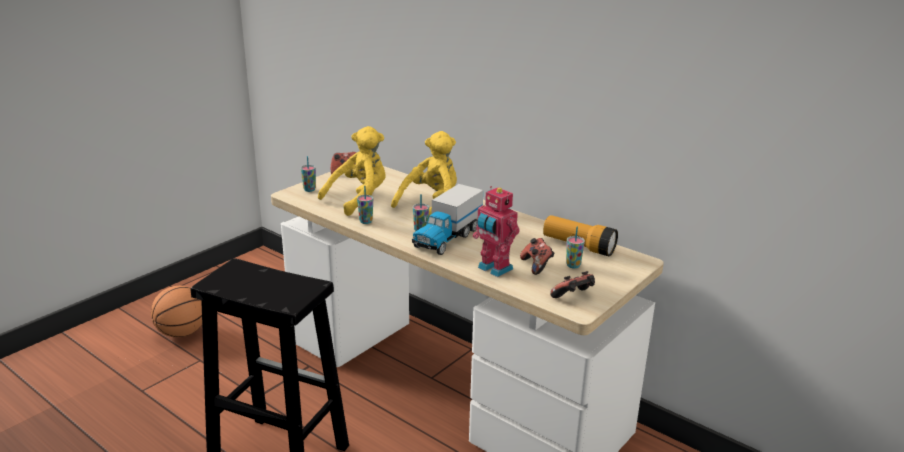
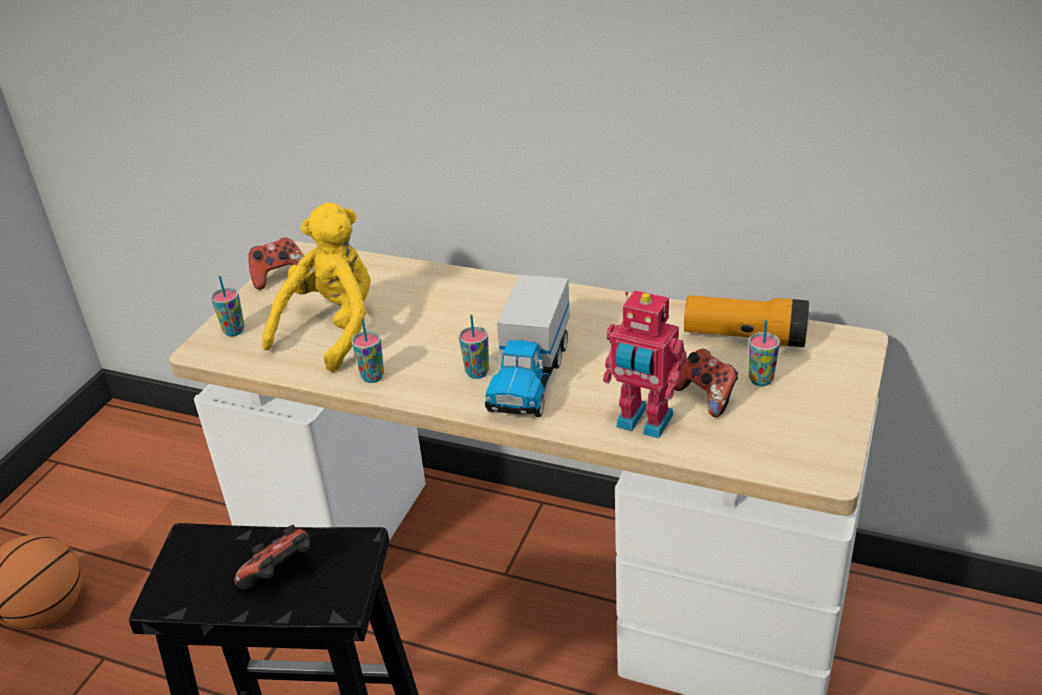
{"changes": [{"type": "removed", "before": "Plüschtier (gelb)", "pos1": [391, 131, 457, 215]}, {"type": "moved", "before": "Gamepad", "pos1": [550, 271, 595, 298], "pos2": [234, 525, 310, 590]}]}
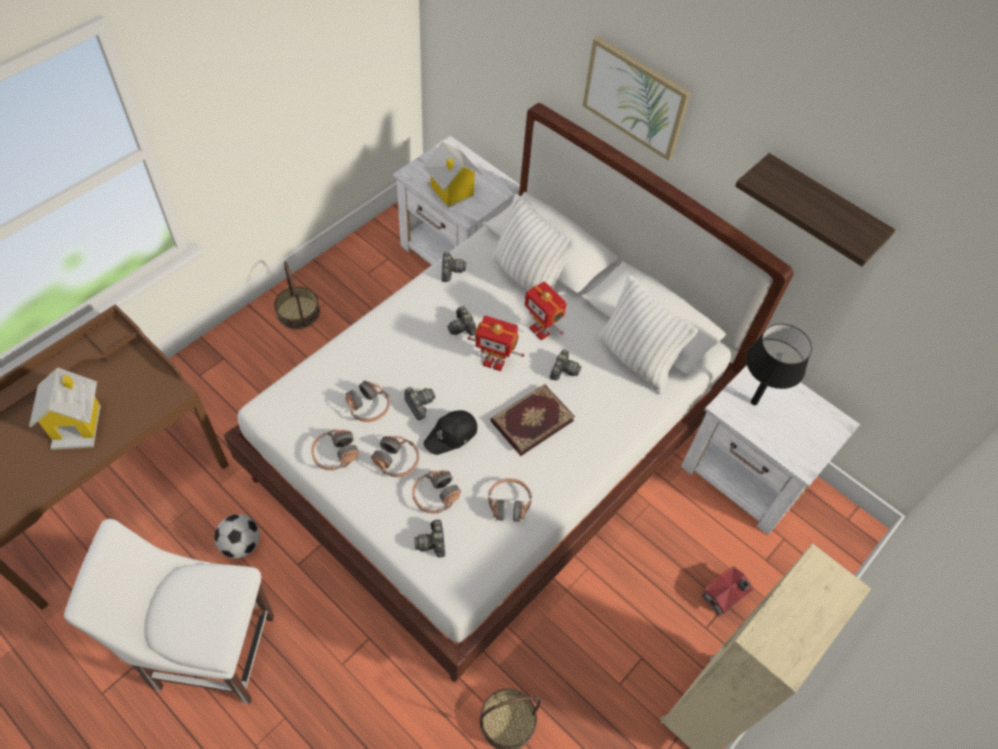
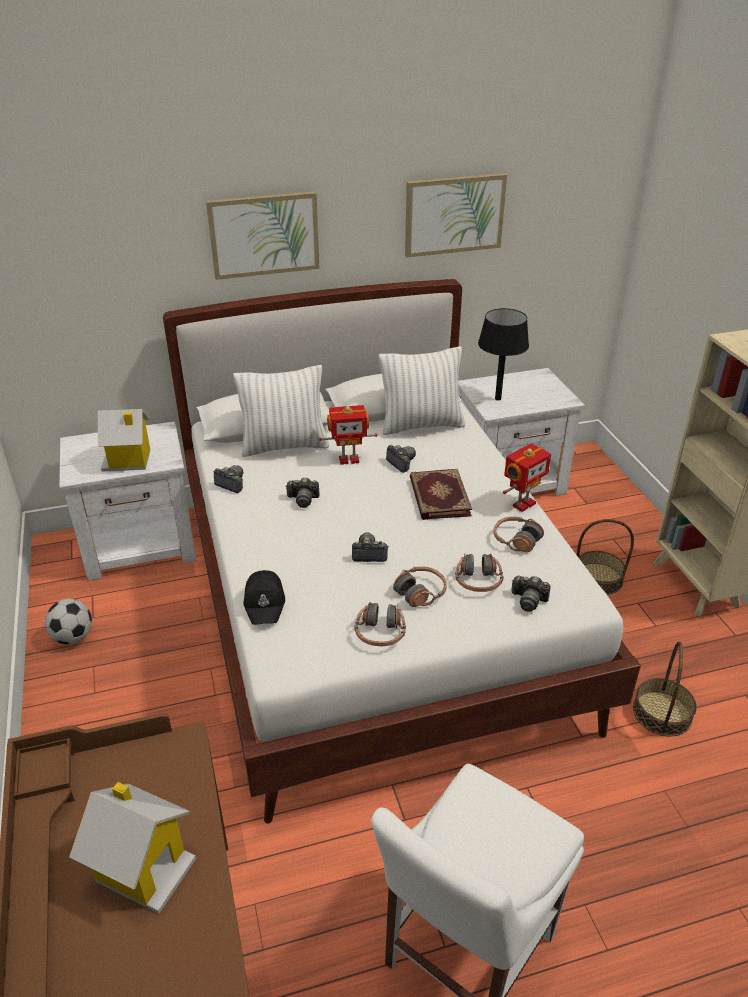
{"changes": [{"type": "moved", "before": "Fußball", "pos1": [214, 514, 260, 558], "pos2": [45, 599, 92, 644]}, {"type": "moved", "before": "Korb", "pos1": [274, 261, 320, 329], "pos2": [577, 519, 634, 595]}, {"type": "removed", "before": "Kopfhörer", "pos1": [345, 380, 390, 422]}, {"type": "moved", "before": "Kappe (schwarz)", "pos1": [424, 410, 477, 455], "pos2": [244, 570, 285, 625]}, {"type": "moved", "before": "Spielzeugroboter", "pos1": [468, 315, 525, 371], "pos2": [503, 443, 551, 512]}, {"type": "removed", "before": "Spielzeughaus", "pos1": [702, 566, 754, 616]}, {"type": "replaced", "before": "Wandregal", "after": "Bild", "pos1": [735, 153, 895, 266], "pos2": [405, 173, 507, 257]}]}
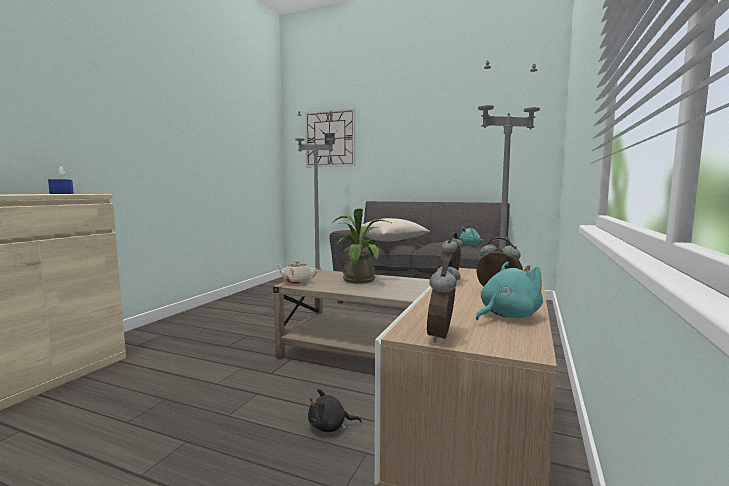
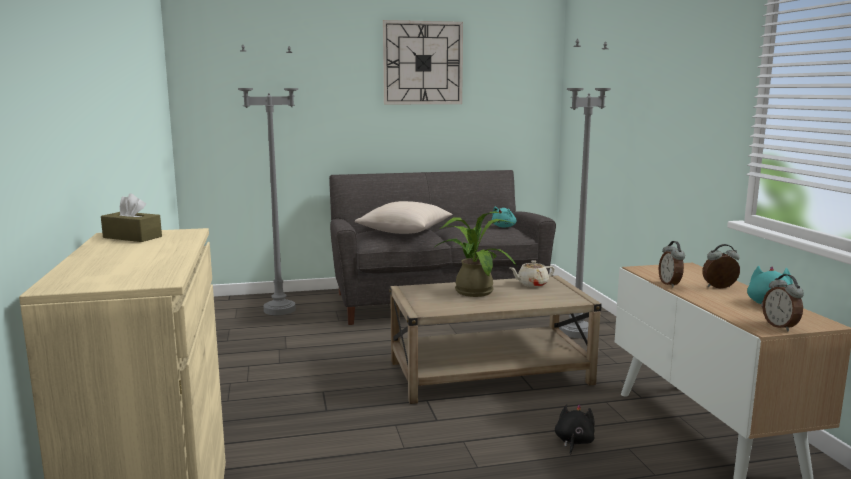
{"changes": [{"type": "recoloured", "before": "Taschentuchbox (blau)", "after": "Taschentuchbox (braun)", "pos1": [48, 166, 74, 194], "pos2": [101, 193, 162, 242]}, {"type": "moved", "before": "Teekanne (beige)", "pos1": [276, 261, 317, 284], "pos2": [510, 260, 555, 287]}, {"type": "moved", "before": "Wanduhr", "pos1": [305, 108, 355, 167], "pos2": [383, 20, 463, 105]}, {"type": "turned", "before": "Plüschtier (schwarz)", "pos1": [308, 389, 362, 432], "pos2": [555, 404, 594, 455], "turn": 150}]}
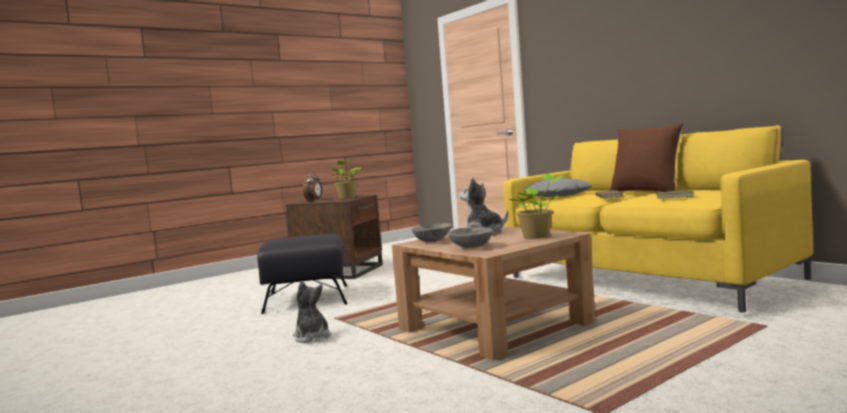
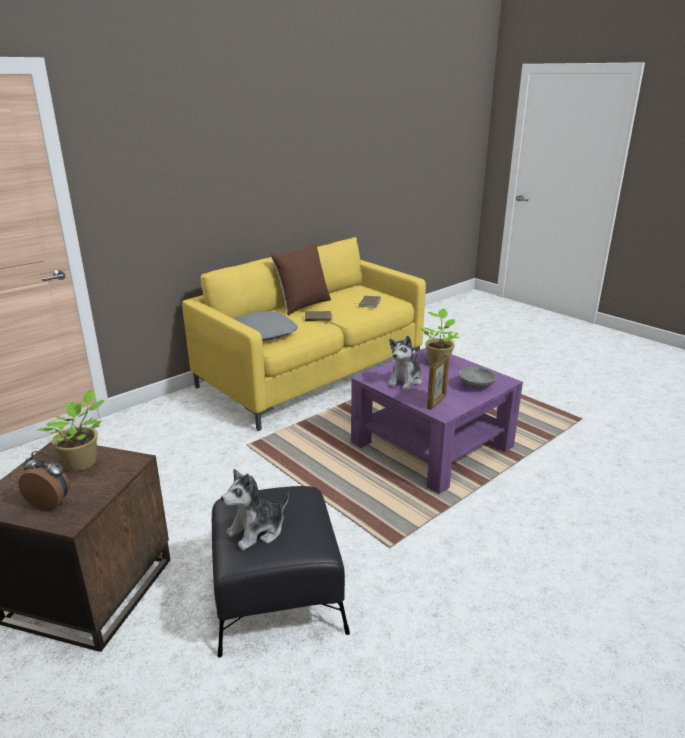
{"changes": [{"type": "moved", "before": "Plüschtier", "pos1": [293, 281, 331, 343], "pos2": [221, 469, 289, 550]}, {"type": "recoloured", "before": "Couchtisch (braun)", "after": "Couchtisch (lila)", "pos1": [392, 226, 595, 361], "pos2": [351, 348, 523, 494]}, {"type": "replaced", "before": "Schüssel (grau)", "after": "Bilderrahmen", "pos1": [412, 223, 452, 242], "pos2": [427, 354, 449, 410]}]}
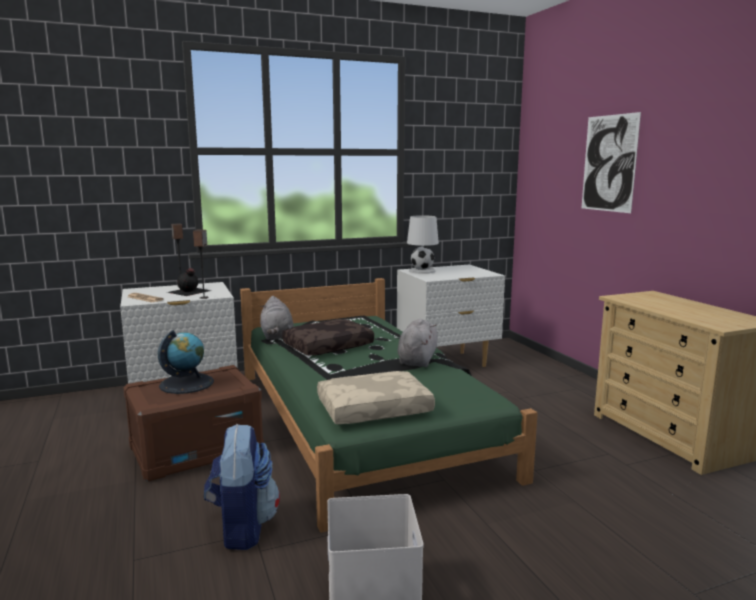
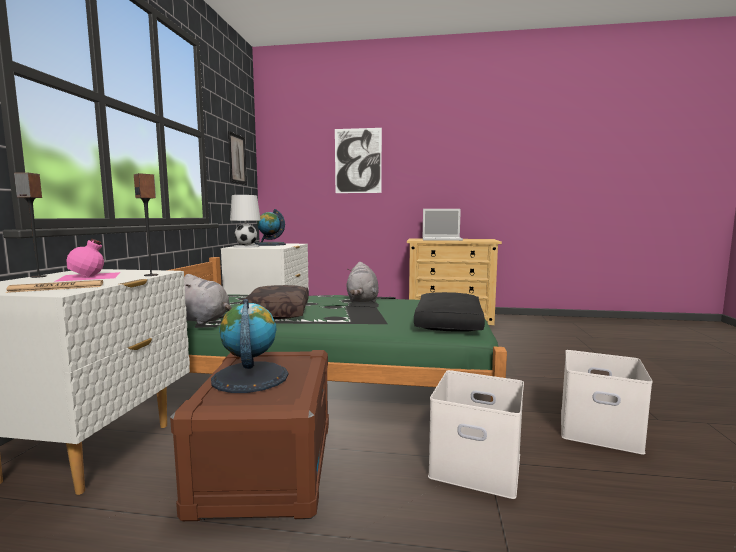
{"changes": [{"type": "recoloured", "before": "Flasche (schwarz)", "after": "Flasche (rosa)", "pos1": [167, 268, 211, 296], "pos2": [54, 239, 120, 282]}, {"type": "replaced", "before": "Rucksack", "after": "Aufbewahrungsbox (weiß)", "pos1": [204, 424, 280, 550], "pos2": [428, 370, 524, 499]}, {"type": "recoloured", "before": "Kissen (beige)", "after": "Kissen (schwarz)", "pos1": [317, 371, 435, 424], "pos2": [414, 292, 485, 332]}, {"type": "turned", "before": "Plüschtier (grau)", "pos1": [397, 319, 438, 367], "pos2": [347, 262, 379, 303], "turn": -135}, {"type": "added", "after": "Bild", "pos2": [228, 131, 247, 185]}, {"type": "added", "after": "Globus", "pos2": [253, 209, 286, 246]}, {"type": "added", "after": "Laptop", "pos2": [423, 209, 463, 241]}]}
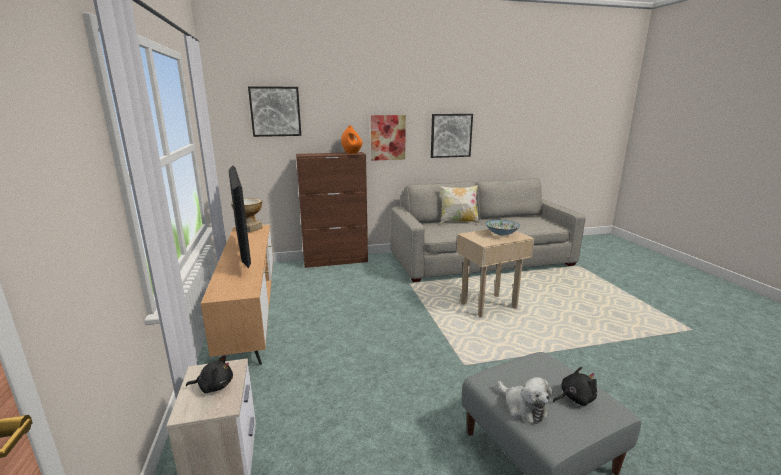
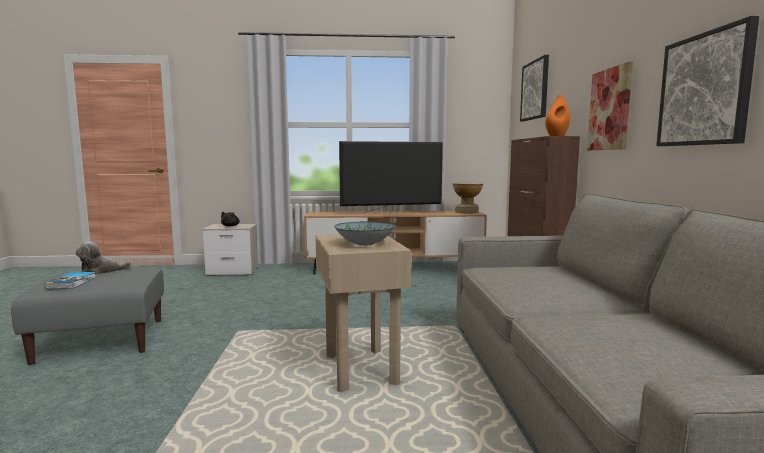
{"changes": [{"type": "removed", "before": "Kissen", "pos1": [440, 185, 480, 224]}, {"type": "replaced", "before": "Plüschtier (schwarz)", "after": "Buch", "pos1": [553, 367, 597, 406], "pos2": [45, 272, 96, 289]}]}
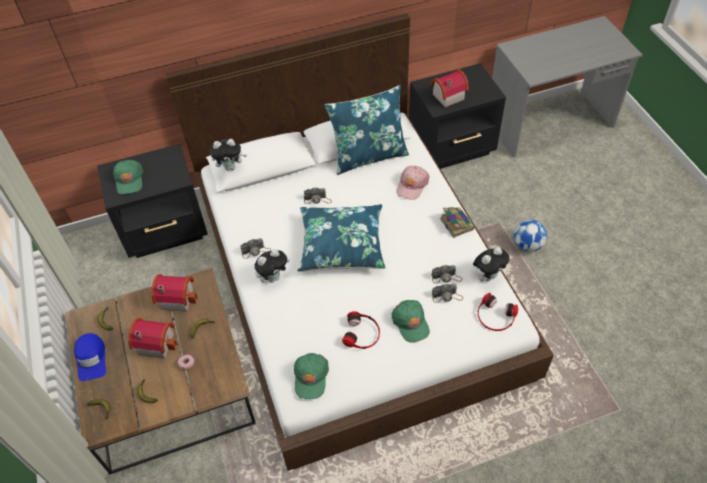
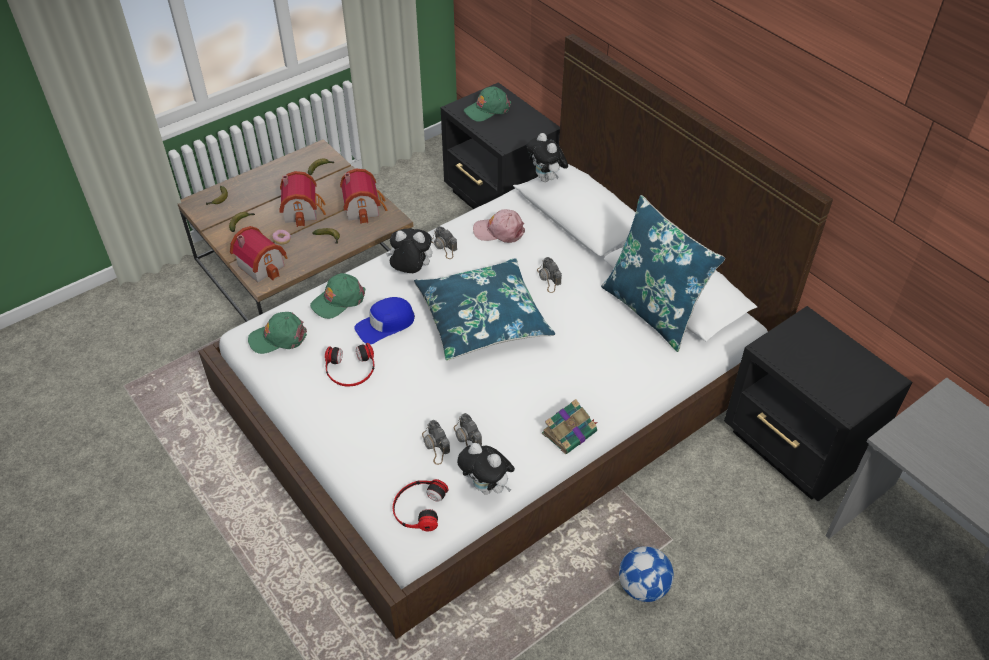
{"changes": [{"type": "moved", "before": "Kappe (blau)", "pos1": [74, 333, 106, 381], "pos2": [354, 297, 415, 345]}, {"type": "turned", "before": "Plüschtier", "pos1": [254, 249, 290, 283], "pos2": [386, 228, 432, 273], "turn": 150}, {"type": "moved", "before": "Kappe (grün)", "pos1": [392, 300, 430, 342], "pos2": [310, 273, 365, 319]}, {"type": "moved", "before": "Kappe (rosa)", "pos1": [396, 166, 430, 200], "pos2": [473, 209, 525, 243]}, {"type": "moved", "before": "Spielzeughaus", "pos1": [430, 69, 469, 107], "pos2": [230, 226, 288, 282]}]}
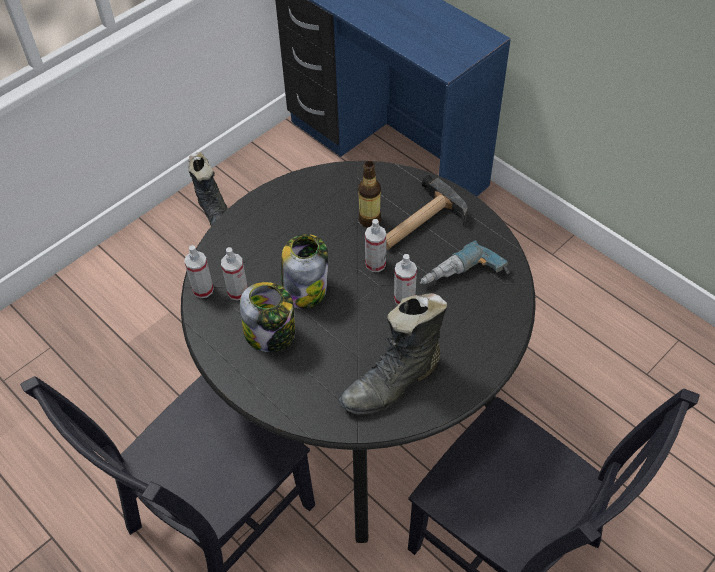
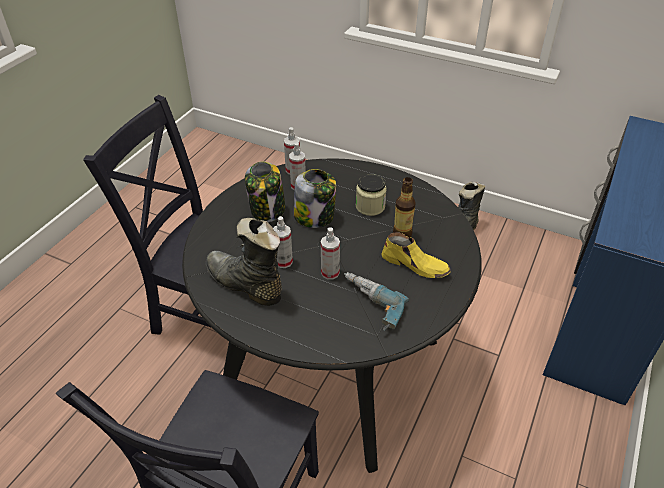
{"changes": [{"type": "moved", "before": "Sprühflasche", "pos1": [365, 219, 386, 272], "pos2": [273, 216, 293, 268]}, {"type": "replaced", "before": "Hammer", "after": "Schuh (gelb)", "pos1": [386, 175, 467, 250], "pos2": [381, 233, 451, 278]}, {"type": "added", "after": "Vorratsglas", "pos2": [356, 174, 387, 216]}]}
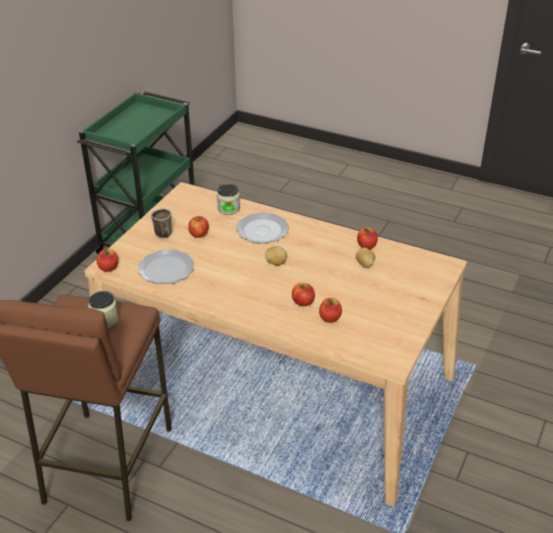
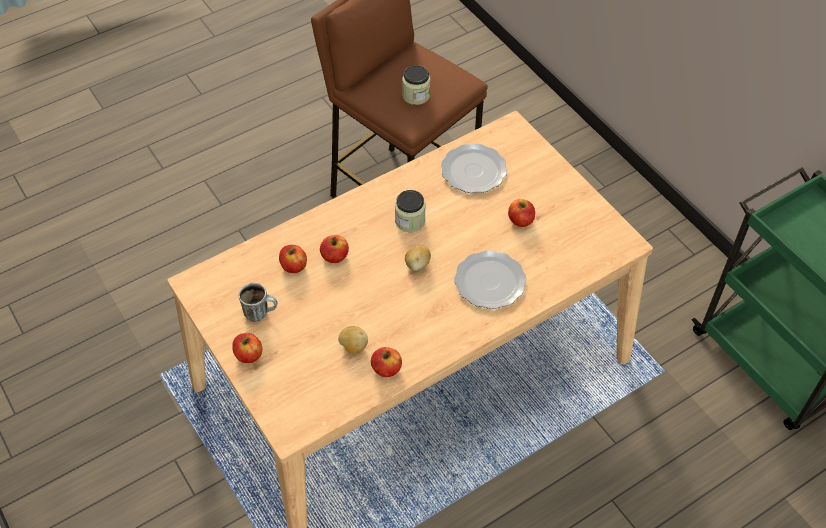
{"changes": [{"type": "moved", "before": "Apfel", "pos1": [97, 249, 118, 272], "pos2": [232, 333, 262, 363]}, {"type": "moved", "before": "Henkelbecher", "pos1": [151, 208, 172, 238], "pos2": [239, 283, 277, 322]}, {"type": "moved", "before": "Vorratsglas", "pos1": [217, 184, 240, 215], "pos2": [395, 190, 426, 232]}]}
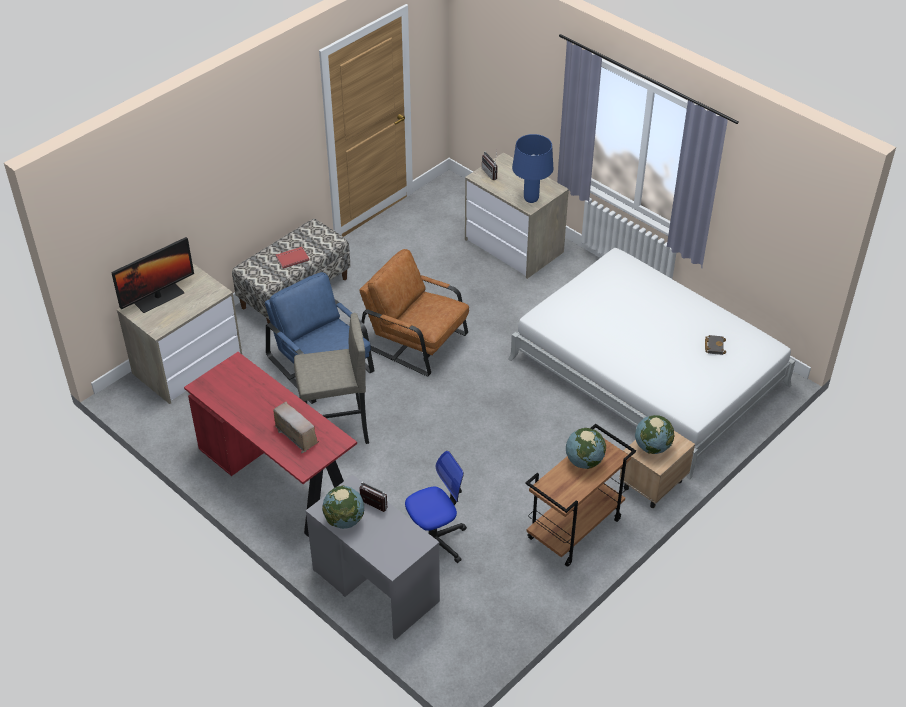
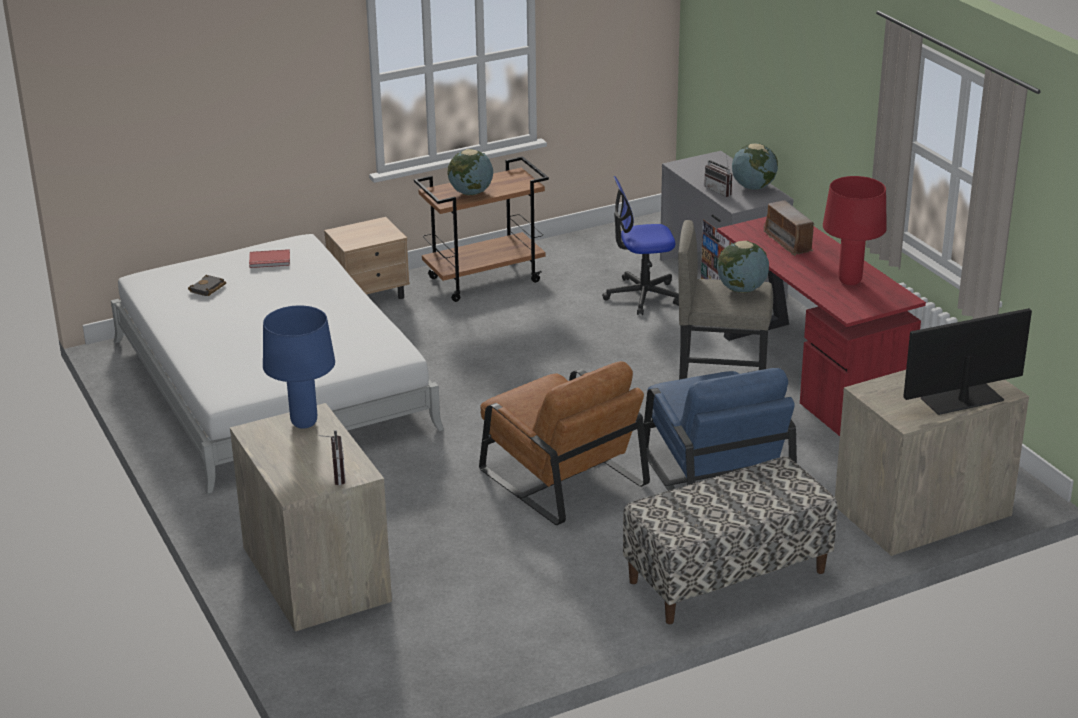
{"changes": [{"type": "moved", "before": "Buch (rot)", "pos1": [276, 247, 309, 269], "pos2": [249, 249, 290, 268]}, {"type": "moved", "before": "Globus", "pos1": [635, 415, 674, 454], "pos2": [717, 241, 769, 293]}, {"type": "added", "after": "Tischlampe (rot)", "pos2": [823, 176, 887, 285]}]}
